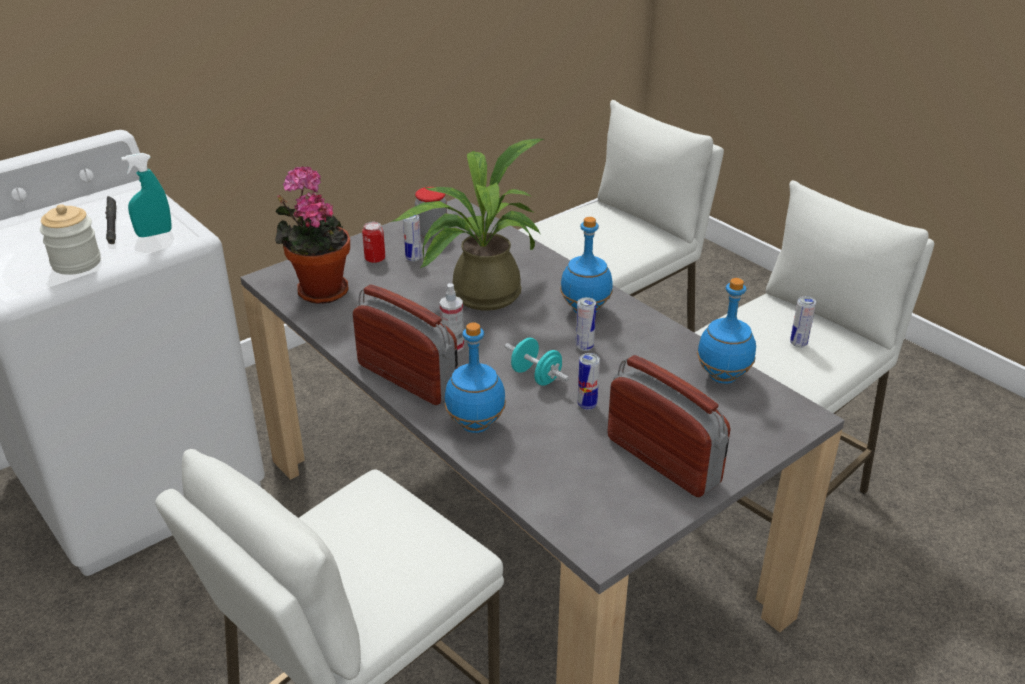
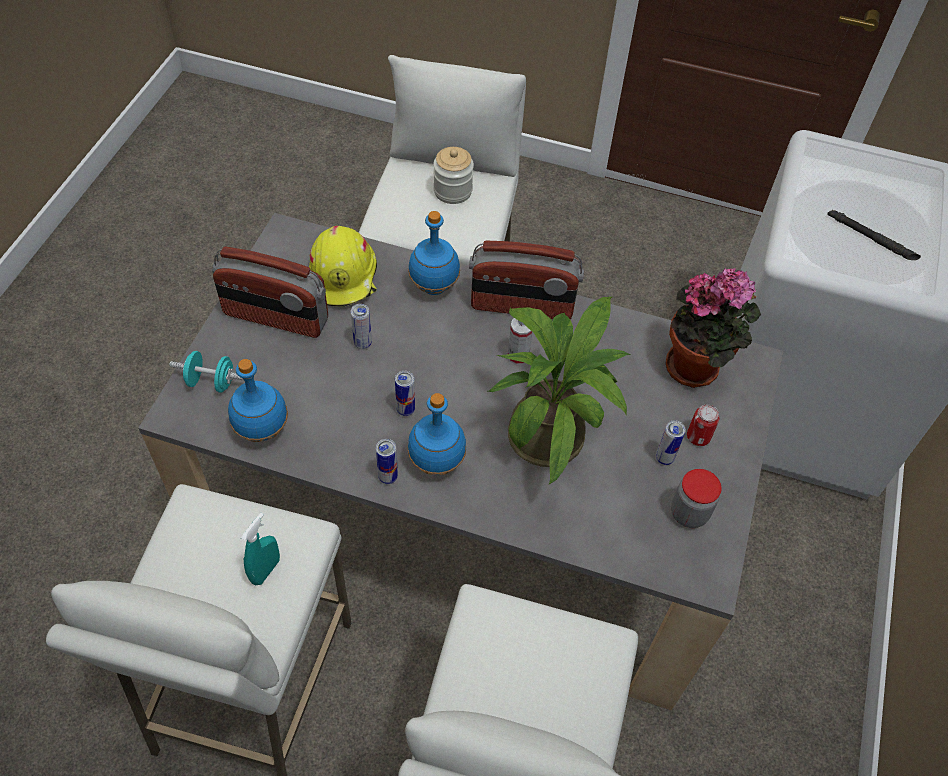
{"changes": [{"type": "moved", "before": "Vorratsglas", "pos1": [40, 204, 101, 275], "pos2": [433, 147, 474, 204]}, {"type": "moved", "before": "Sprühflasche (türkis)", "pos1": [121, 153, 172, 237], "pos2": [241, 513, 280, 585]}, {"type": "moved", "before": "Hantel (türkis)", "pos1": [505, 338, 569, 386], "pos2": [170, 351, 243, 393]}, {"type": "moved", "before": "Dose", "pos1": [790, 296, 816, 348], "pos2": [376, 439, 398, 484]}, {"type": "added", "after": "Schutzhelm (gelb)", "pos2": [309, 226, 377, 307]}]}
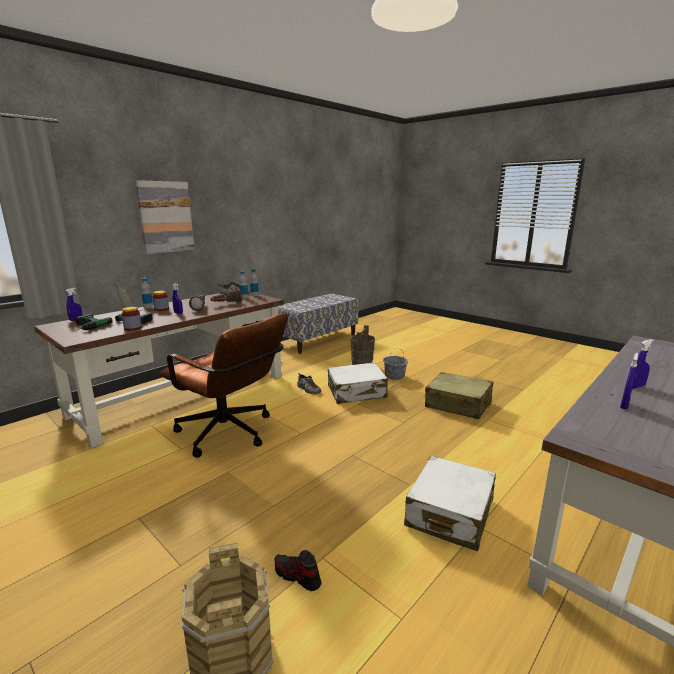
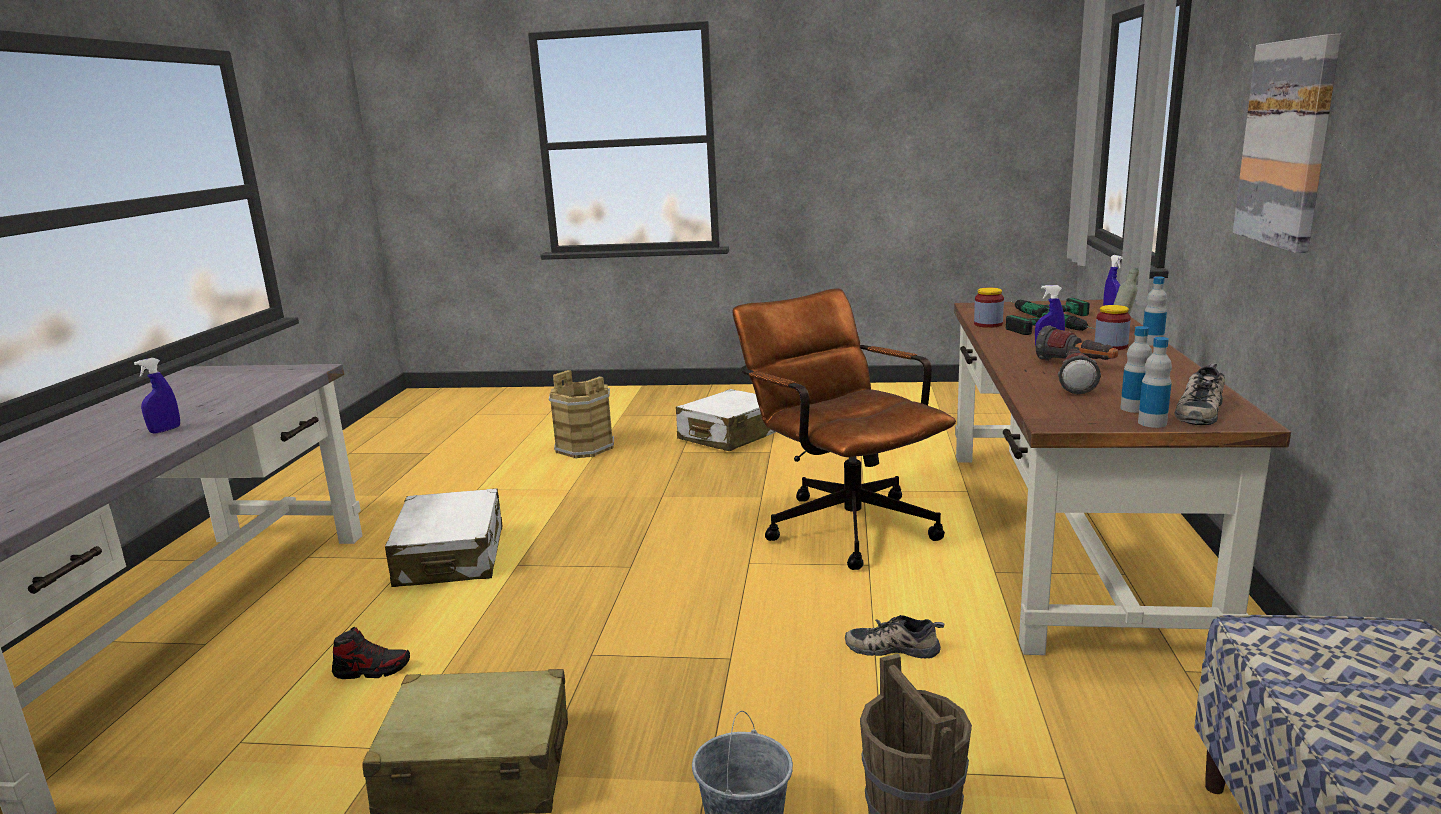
{"changes": [{"type": "turned", "before": "Bürostuhl (braun)", "pos1": [160, 313, 288, 458], "pos2": [732, 288, 956, 570], "turn": 60}, {"type": "moved", "before": "Schuh", "pos1": [275, 550, 321, 591], "pos2": [332, 627, 410, 679]}, {"type": "moved", "before": "Koffer (weiß)", "pos1": [328, 362, 388, 404], "pos2": [676, 389, 775, 451]}, {"type": "removed", "before": "Sprühflasche (blau)", "pos1": [620, 353, 638, 409]}]}
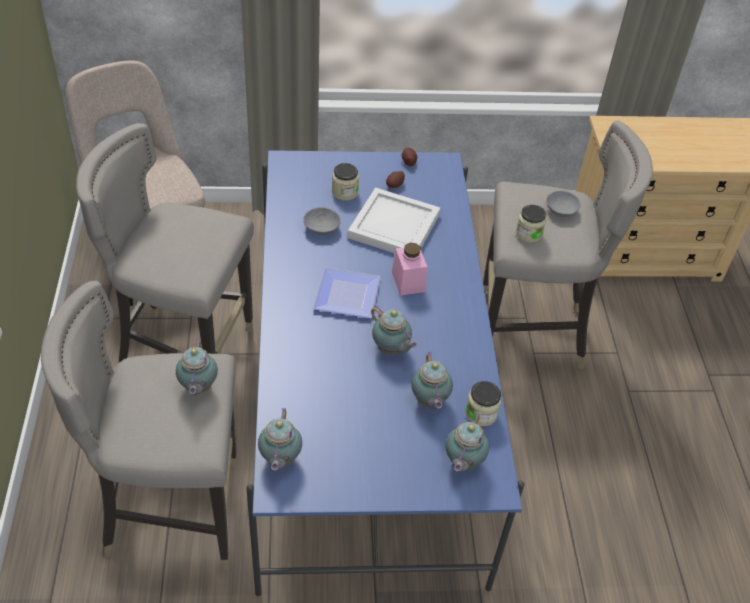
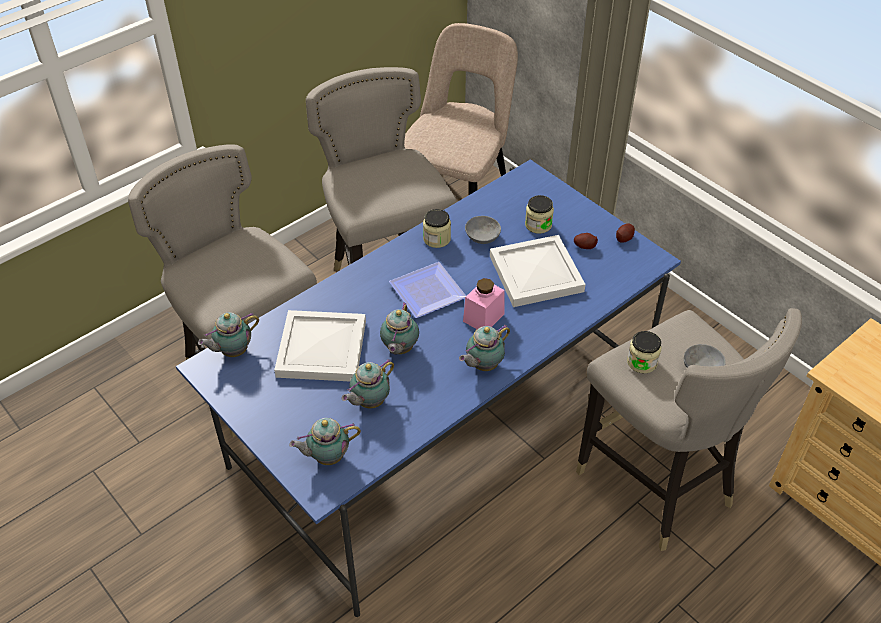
{"changes": [{"type": "moved", "before": "Teekanne", "pos1": [176, 339, 218, 395], "pos2": [459, 324, 510, 371]}, {"type": "moved", "before": "Vorratsglas", "pos1": [465, 381, 502, 426], "pos2": [423, 209, 451, 248]}, {"type": "added", "after": "Tablett (weiß)", "pos2": [274, 310, 366, 381]}]}
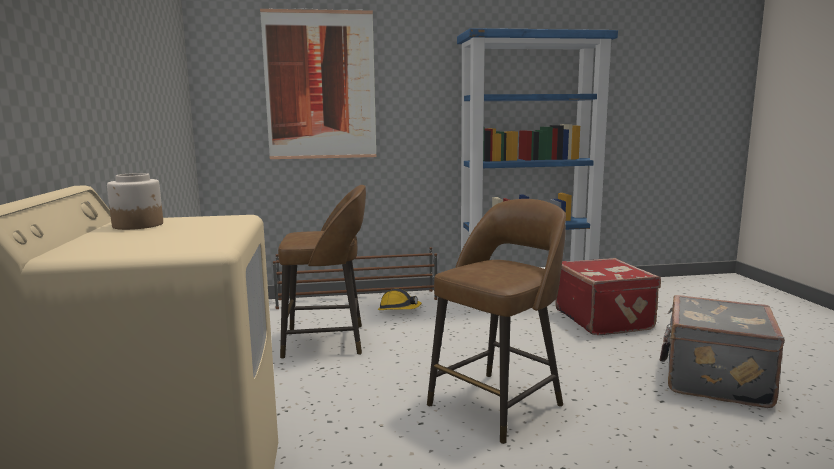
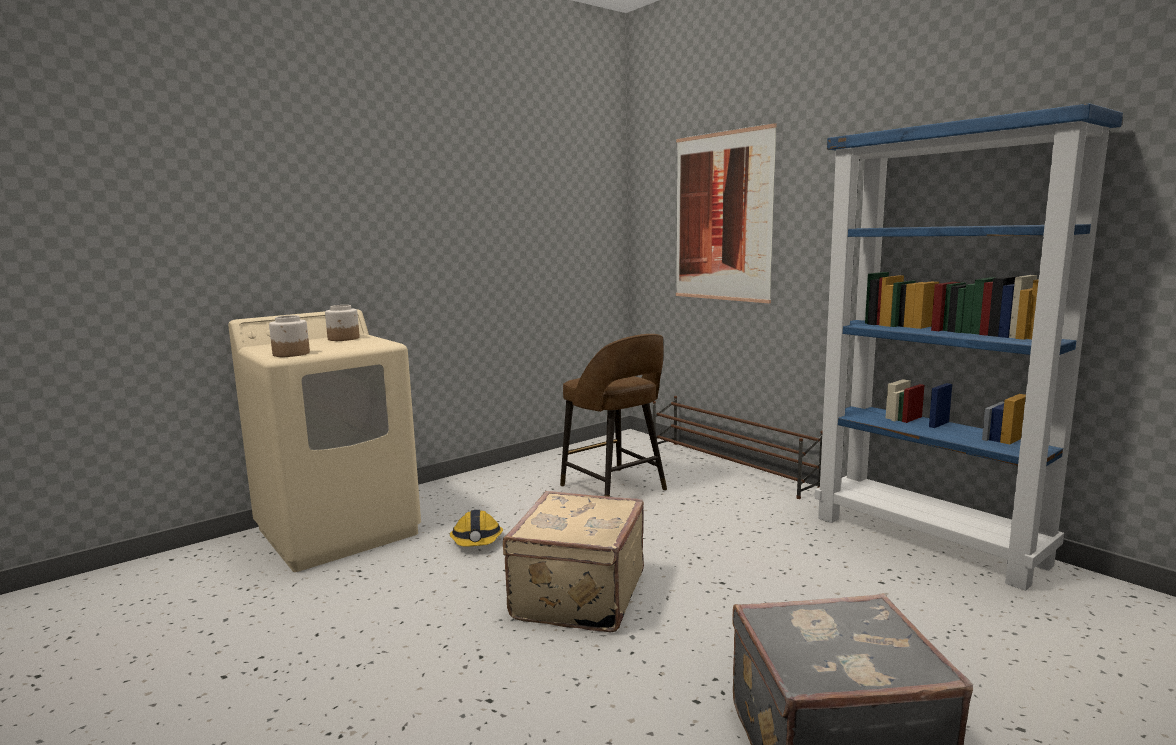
{"changes": [{"type": "moved", "before": "Schutzhelm", "pos1": [378, 289, 422, 310], "pos2": [450, 510, 503, 547]}, {"type": "replaced", "before": "Hocker (braun)", "after": "Koffer (beige)", "pos1": [427, 199, 566, 444], "pos2": [503, 491, 644, 633]}, {"type": "removed", "before": "Koffer (rot)", "pos1": [555, 258, 661, 335]}, {"type": "added", "after": "Vorratsglas", "pos2": [269, 315, 310, 357]}]}
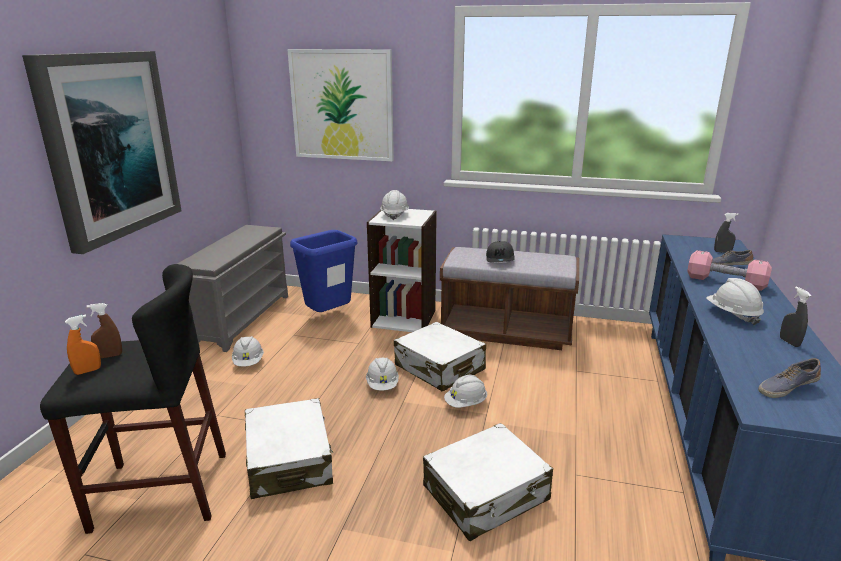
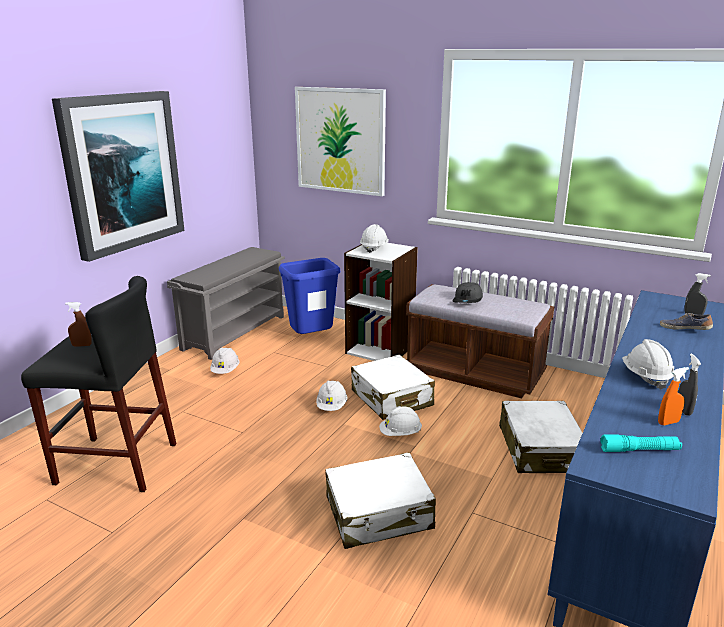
{"changes": [{"type": "moved", "before": "Sprühflasche (orange)", "pos1": [65, 314, 101, 375], "pos2": [658, 367, 689, 425]}, {"type": "moved", "before": "Koffer (weiß)", "pos1": [245, 398, 333, 499], "pos2": [499, 401, 582, 473]}, {"type": "removed", "before": "Hantel (rosa)", "pos1": [687, 250, 772, 291]}, {"type": "replaced", "before": "Schuh", "after": "Taschenlampe (türkis)", "pos1": [758, 358, 821, 398], "pos2": [600, 434, 682, 452]}]}
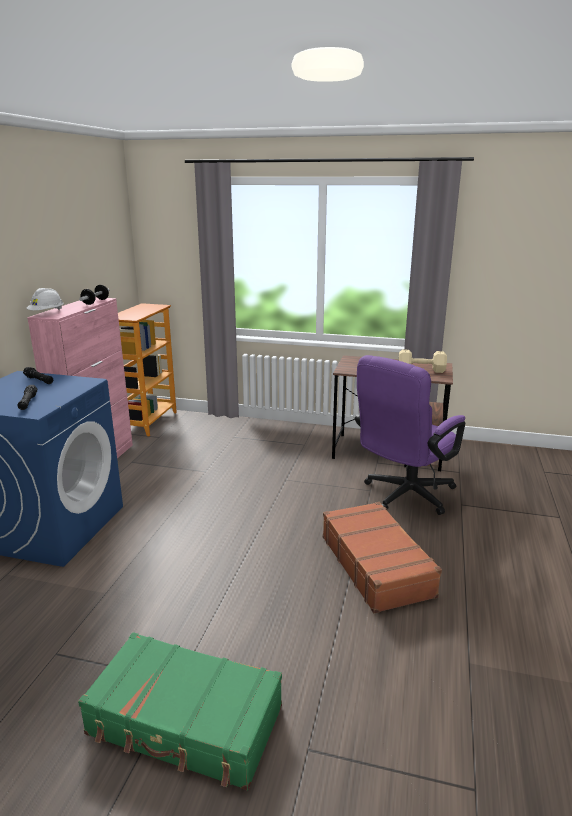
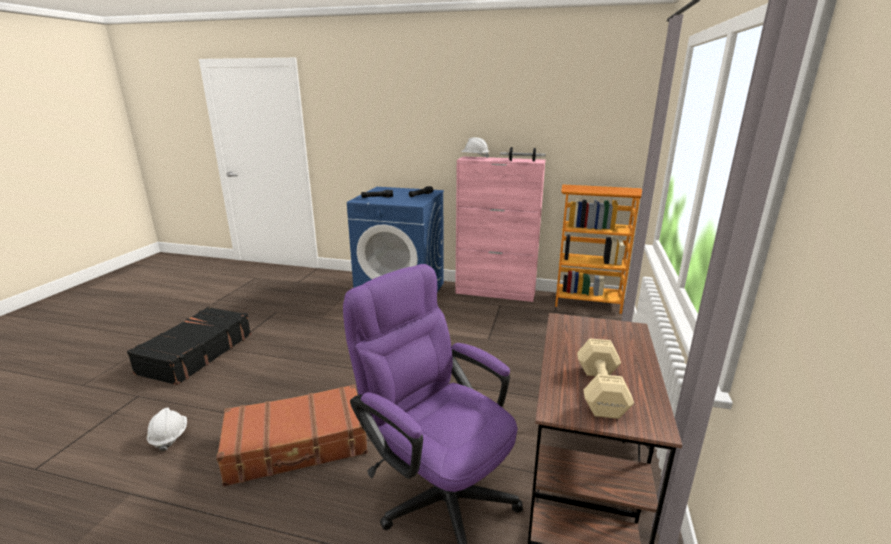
{"changes": [{"type": "recoloured", "before": "Koffer (grün)", "after": "Koffer (schwarz)", "pos1": [78, 632, 282, 791], "pos2": [127, 307, 251, 385]}, {"type": "added", "after": "Schutzhelm (weiß)", "pos2": [147, 408, 187, 451]}]}
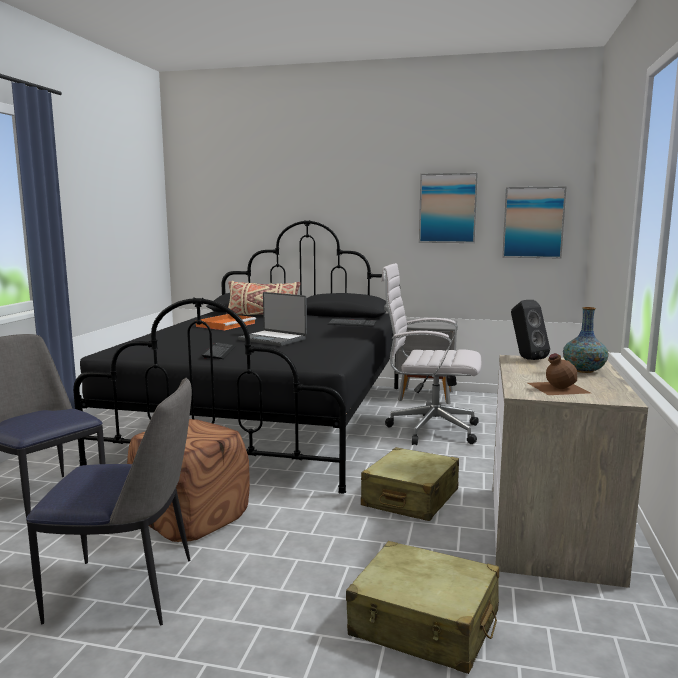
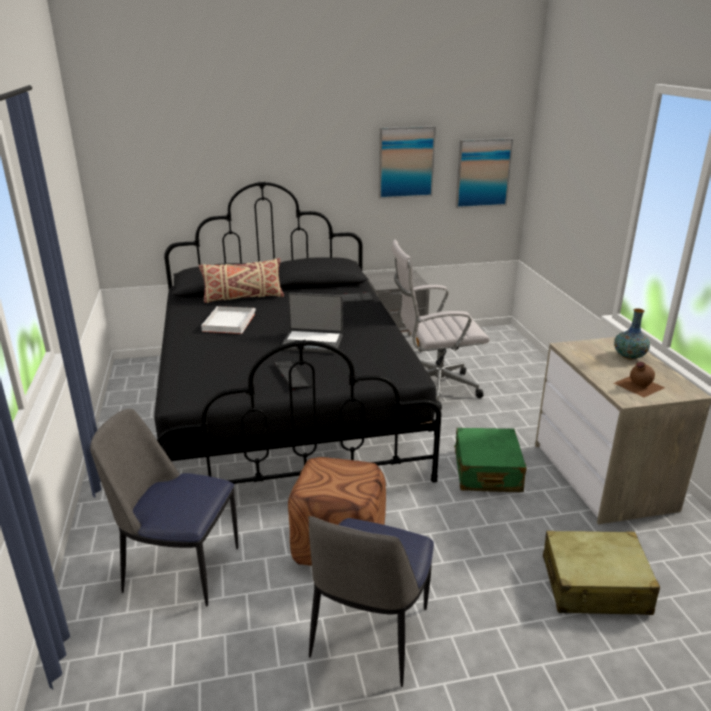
{"changes": [{"type": "turned", "before": "Stuhl", "pos1": [26, 378, 192, 625], "pos2": [308, 516, 434, 687], "turn": 135}, {"type": "recoloured", "before": "Tablett (orange)", "after": "Tablett (weiß)", "pos1": [196, 314, 256, 330], "pos2": [201, 306, 256, 334]}, {"type": "recoloured", "before": "Koffer (beige)", "after": "Koffer (grün)", "pos1": [361, 447, 459, 521], "pos2": [454, 428, 527, 492]}, {"type": "removed", "before": "Lautsprecher (schwarz)", "pos1": [511, 300, 550, 360]}]}
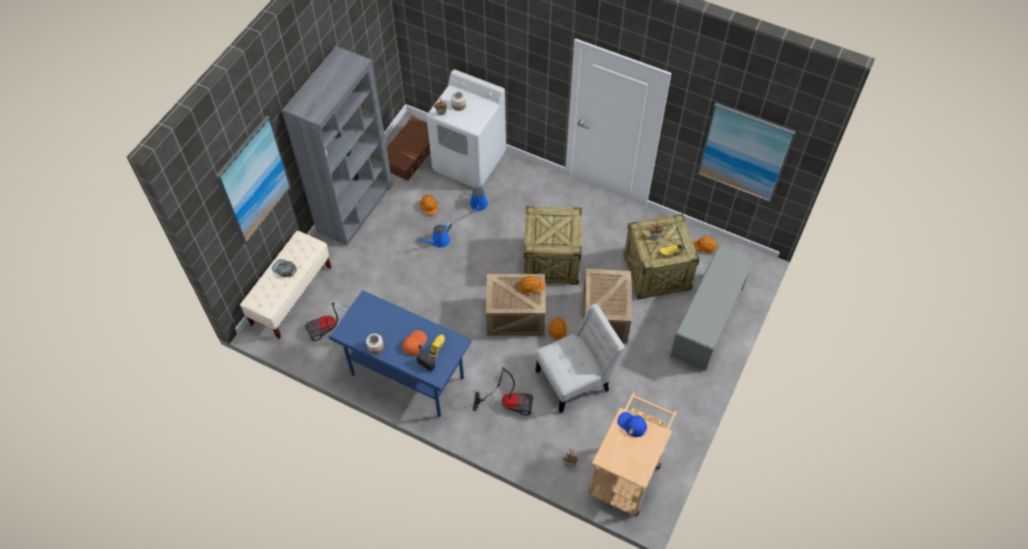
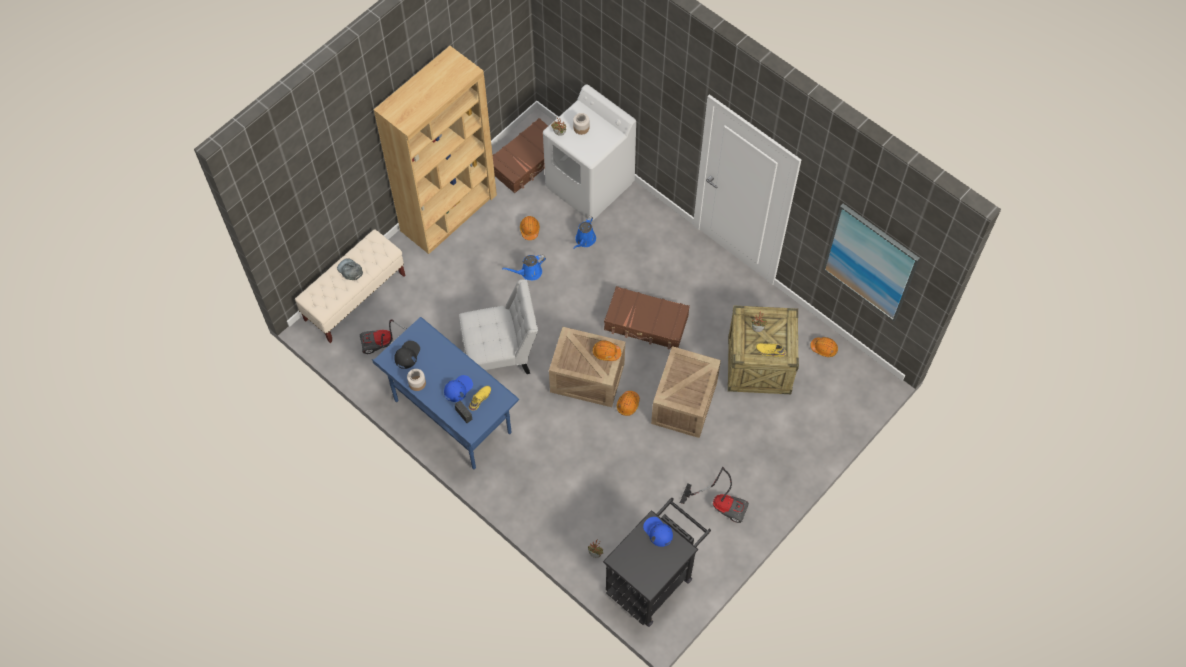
{"changes": [{"type": "removed", "before": "Bild", "pos1": [215, 115, 291, 245]}, {"type": "recoloured", "before": "Bücherregal (grau)", "after": "Bücherregal (braun)", "pos1": [282, 46, 393, 246], "pos2": [374, 46, 497, 254]}, {"type": "recoloured", "before": "Kappe (orange)", "after": "Kappe (blau)", "pos1": [402, 330, 427, 356], "pos2": [444, 375, 473, 402]}, {"type": "moved", "before": "Staubsauger", "pos1": [473, 367, 533, 415], "pos2": [680, 467, 749, 523]}, {"type": "replaced", "before": "Kiste", "after": "Koffer (braun)", "pos1": [524, 206, 582, 285], "pos2": [604, 286, 690, 350]}, {"type": "moved", "before": "Stuhl (weiß)", "pos1": [535, 304, 625, 413], "pos2": [459, 279, 538, 374]}, {"type": "recoloured", "before": "Rollwagen (beige)", "after": "Rollwagen (schwarz)", "pos1": [589, 392, 677, 516], "pos2": [603, 498, 711, 627]}, {"type": "removed", "before": "Schuhregal (grau)", "pos1": [670, 245, 755, 371]}, {"type": "added", "after": "Kappe (schwarz)", "pos2": [394, 341, 420, 369]}]}
